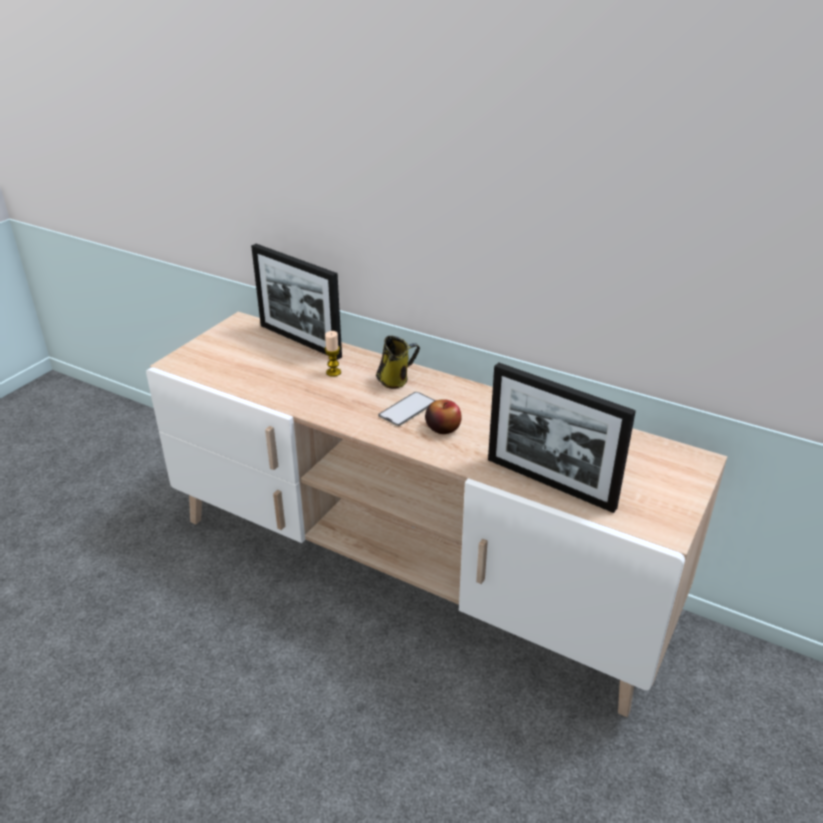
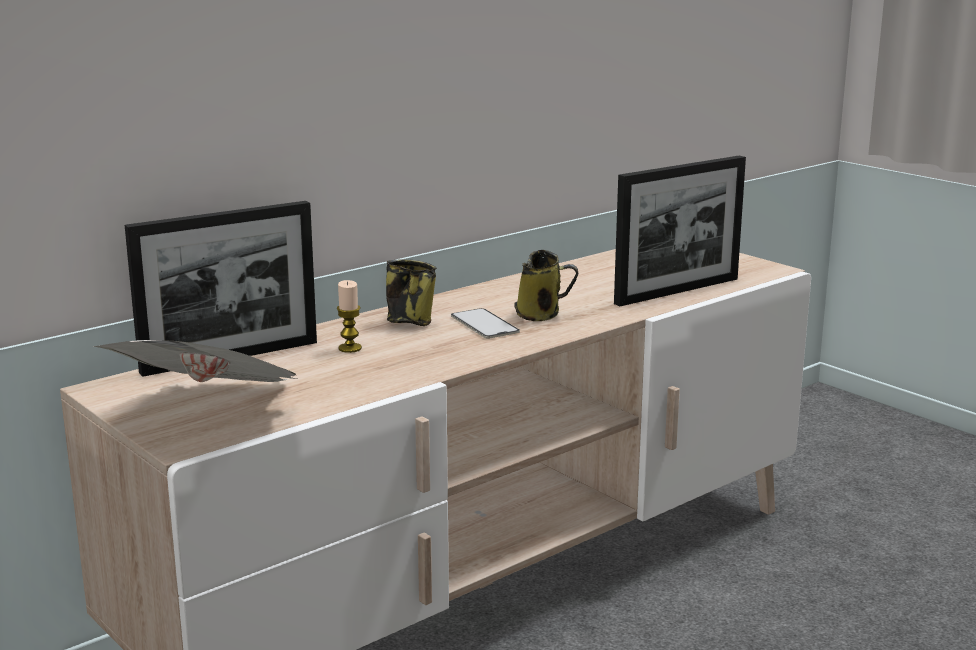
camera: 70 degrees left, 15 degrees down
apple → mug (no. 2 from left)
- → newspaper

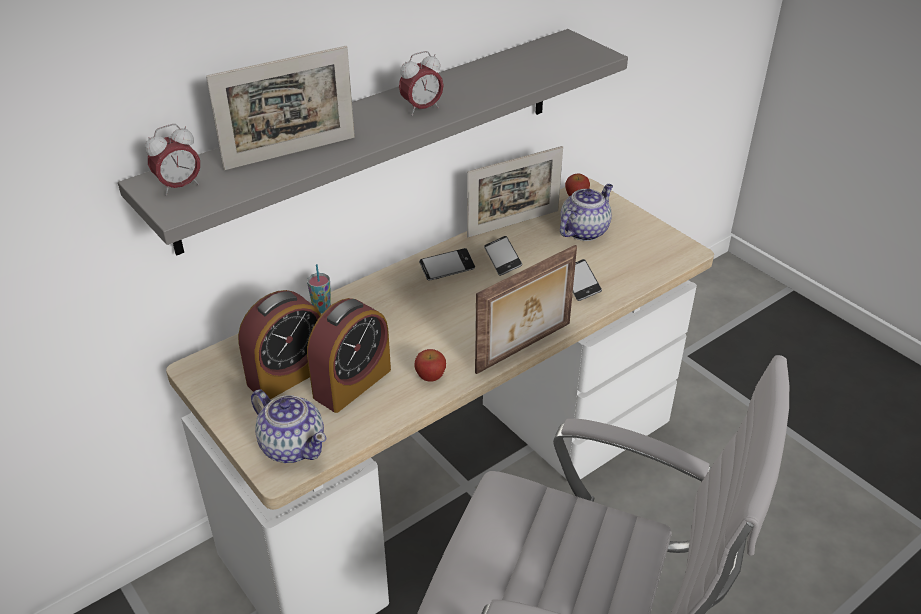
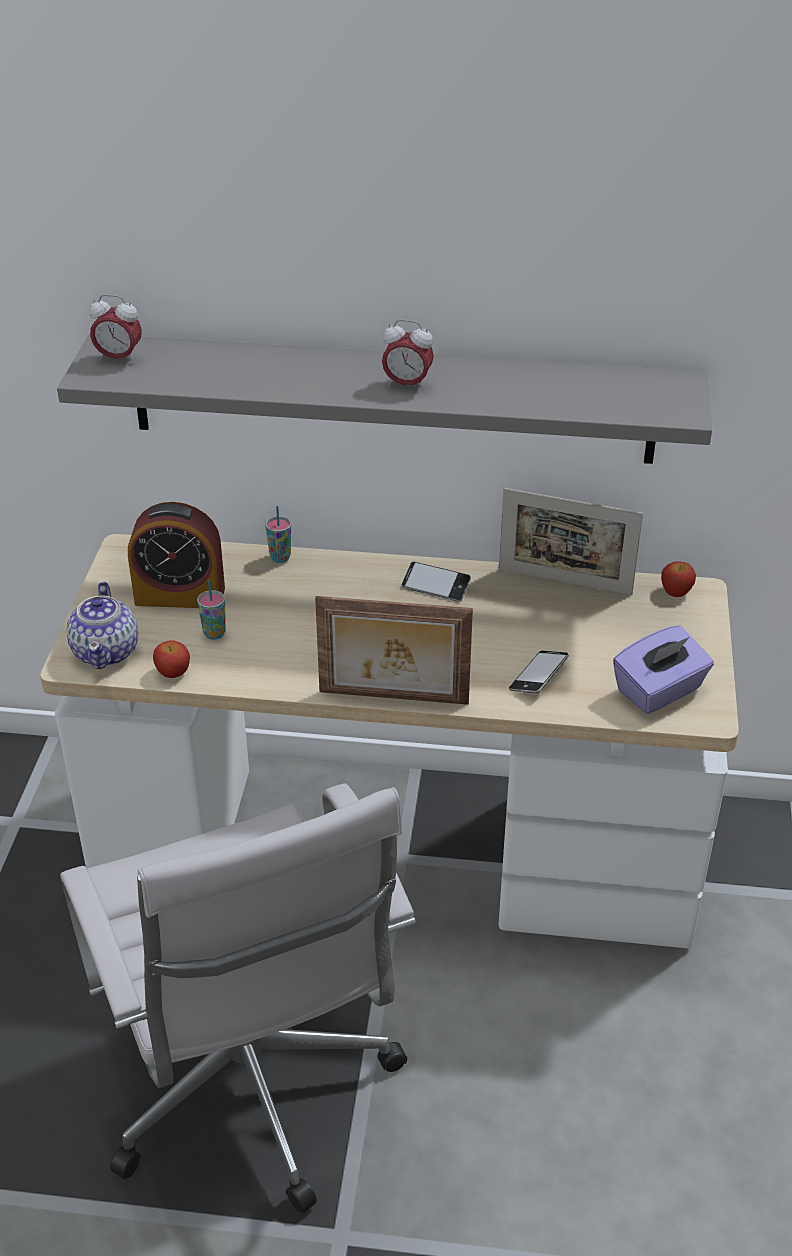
camera: 45 degrees right, 0 degrees up
picture frame (no. 1 from left) → -
teapot (no. 2 from left) → -
phone (no. 2 from left) → -
alarm clock (no. 3 from left) → cup (no. 1 from left)
apple (no. 1 from left), relocated
- → tissue box in purple

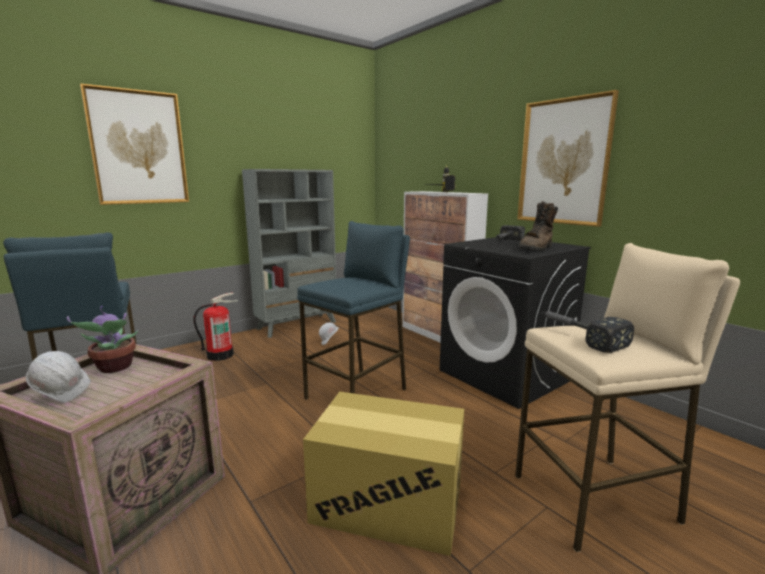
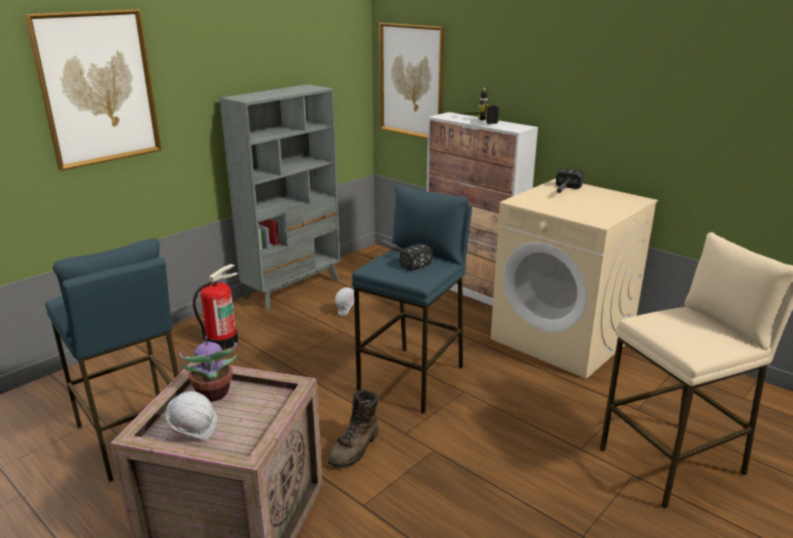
camera: 10 degrees left, 10 degrees up
picture (no. 2 from left), relocated
boot in brown, relocated
washing machine in black → washing machine in beige
hammer (no. 2 from left in the first image) → hammer (no. 1 from left), relocated
cardboard box → -

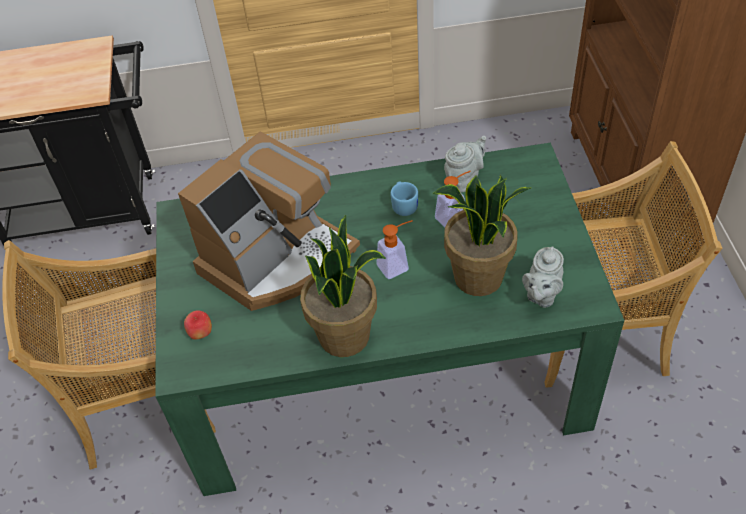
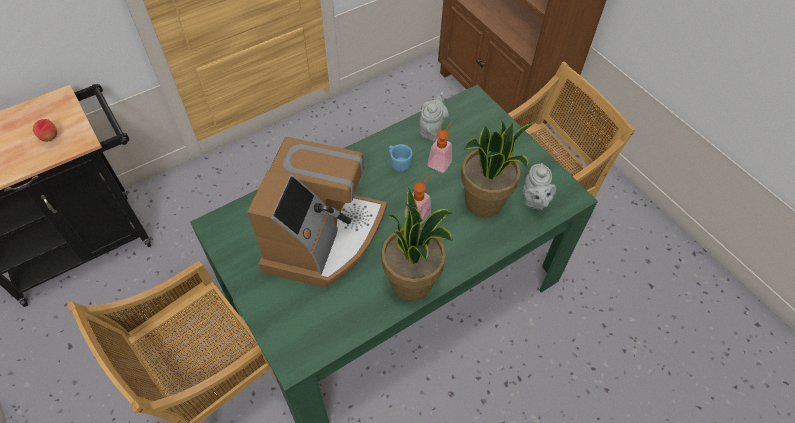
camera: 30 degrees left, 5 degrees up
apple, relocated

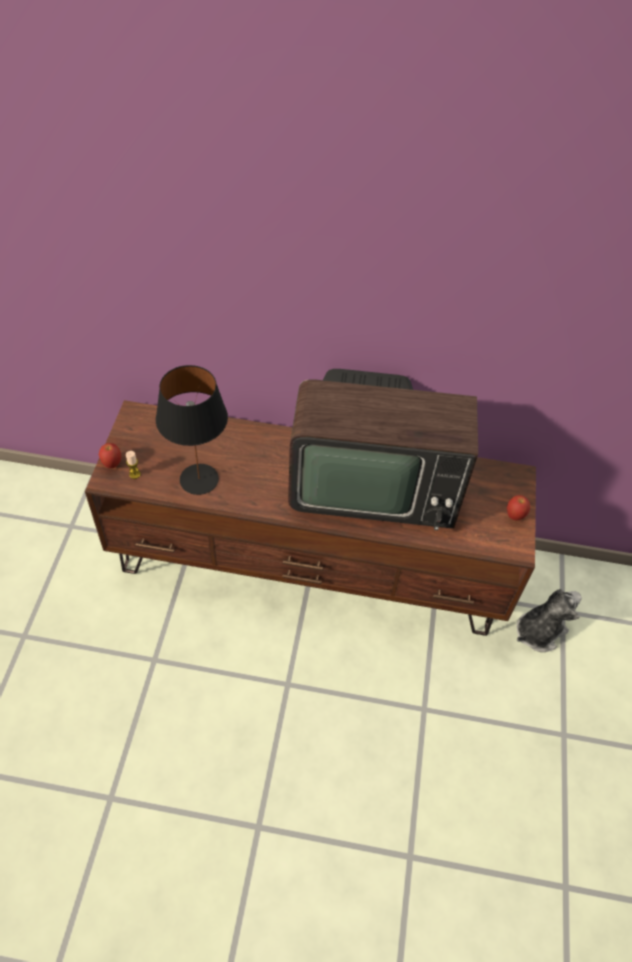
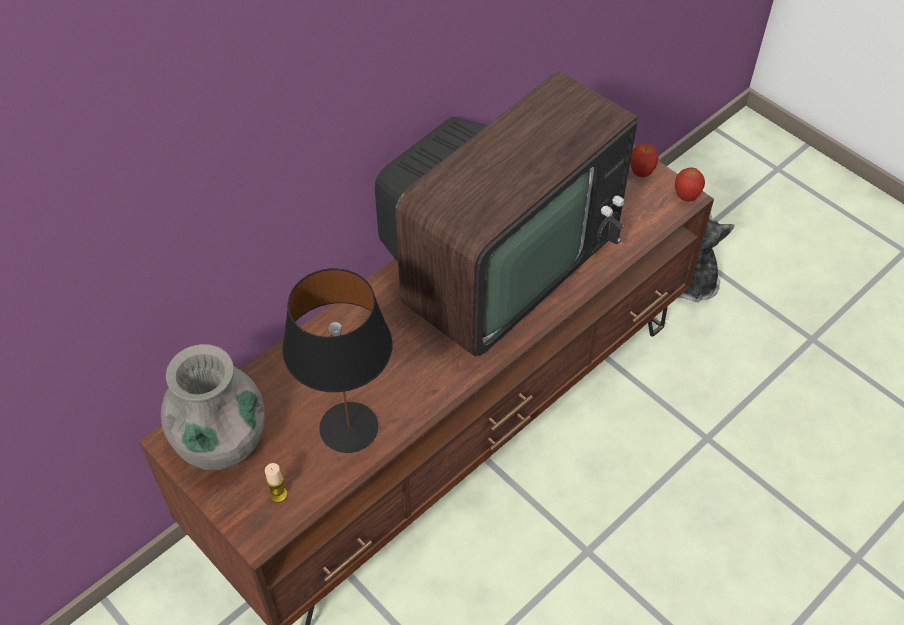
camera: 50 degrees left, 0 degrees up
apple (no. 1 from left in the first image) → apple (no. 2 from left), relocated
- → vase in grey

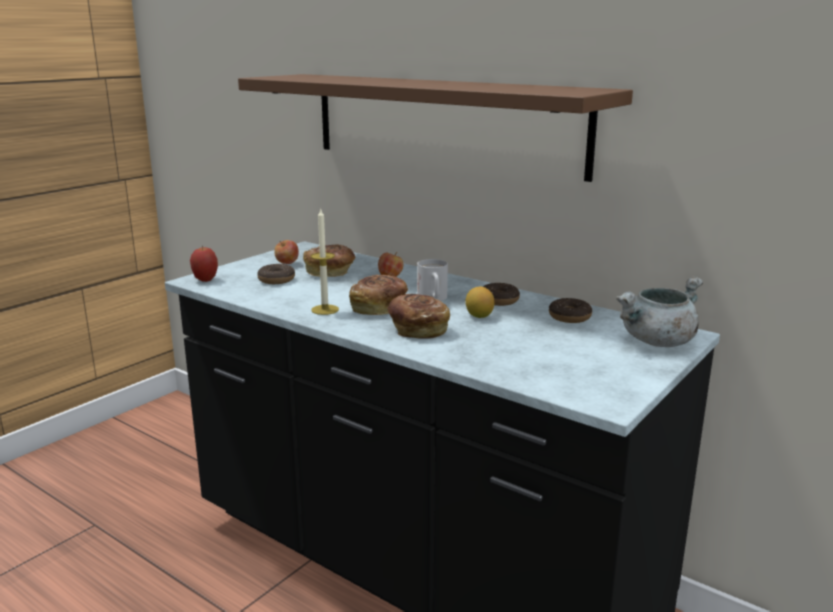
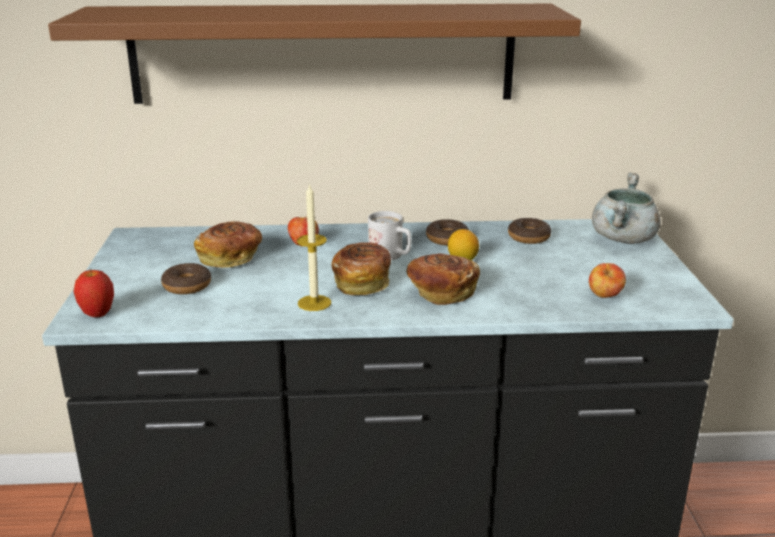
camera: 40 degrees left, 5 degrees up
apple (no. 2 from left in the first image) → apple (no. 3 from left), relocated

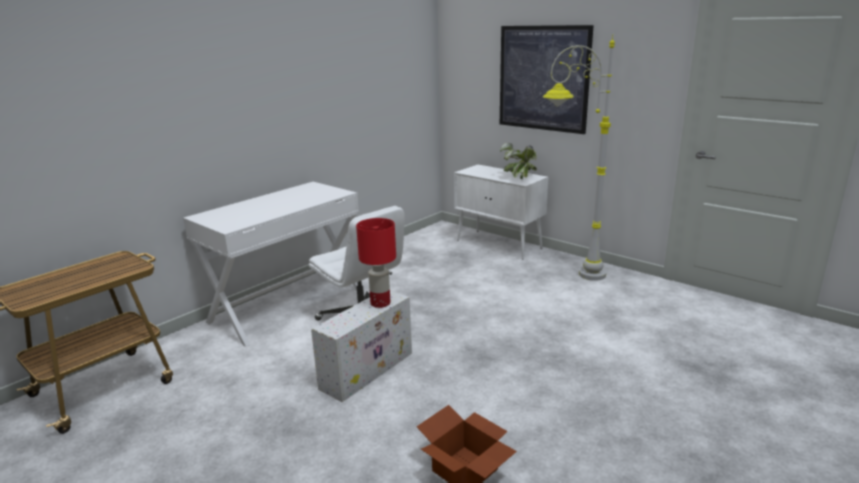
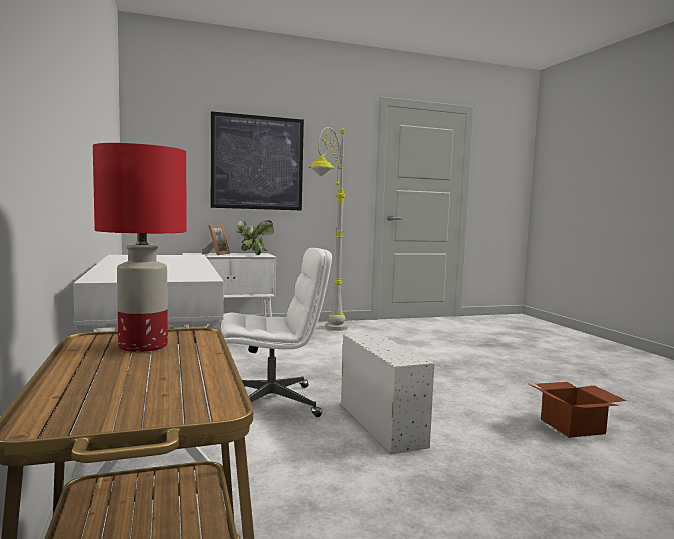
camera: 60 degrees left, 15 degrees down
table lamp in red, relocated
- → picture frame

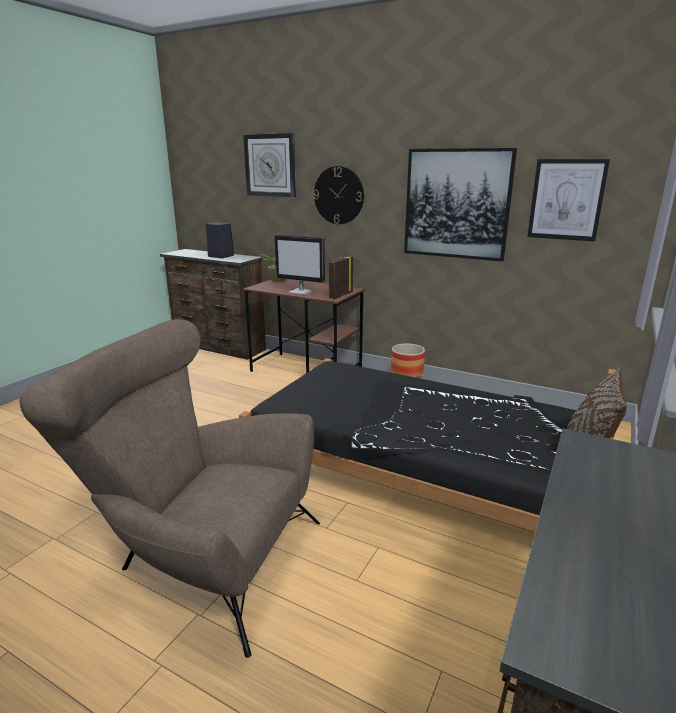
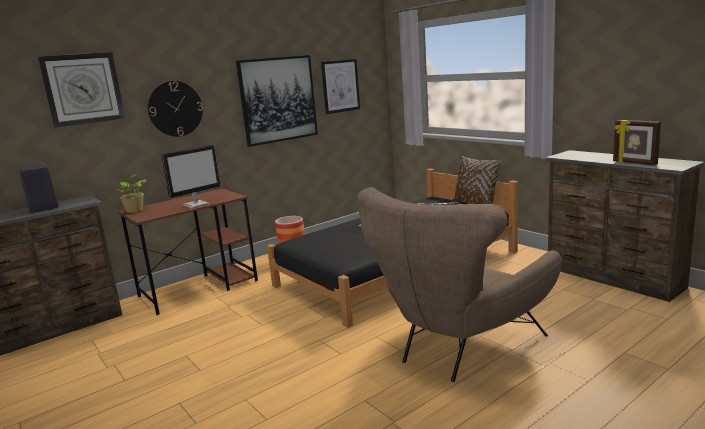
camera: 65 degrees left, 5 degrees down
picture frame, relocated

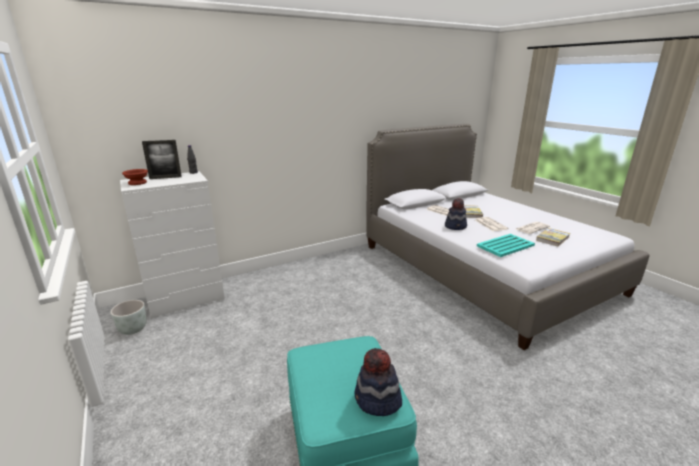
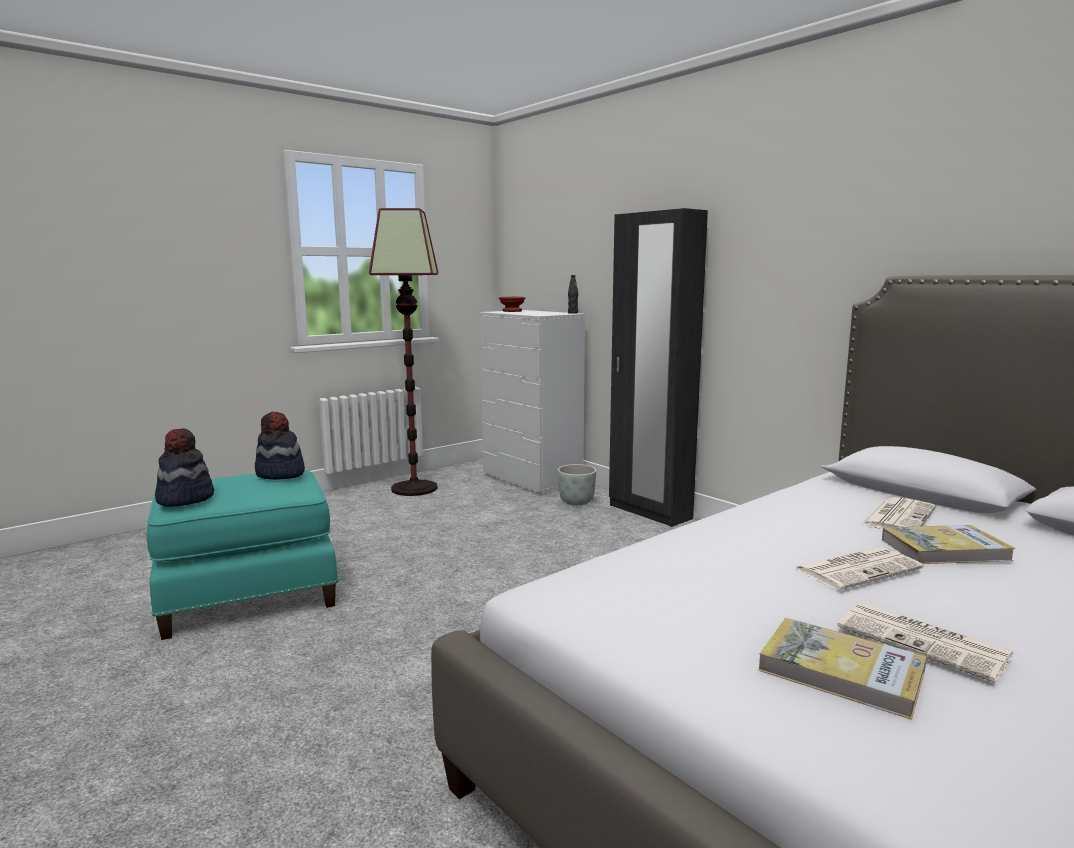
camera: 80 degrees right, 10 degrees down
picture frame → -
hat (no. 2 from left), relocated
tray in turquoise → -
planter in grey, relocated
- → floor lamp
- → wardrobe in black

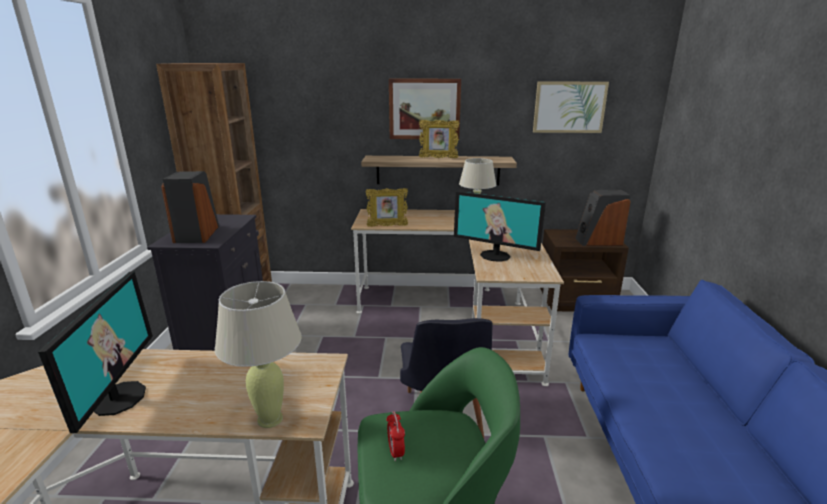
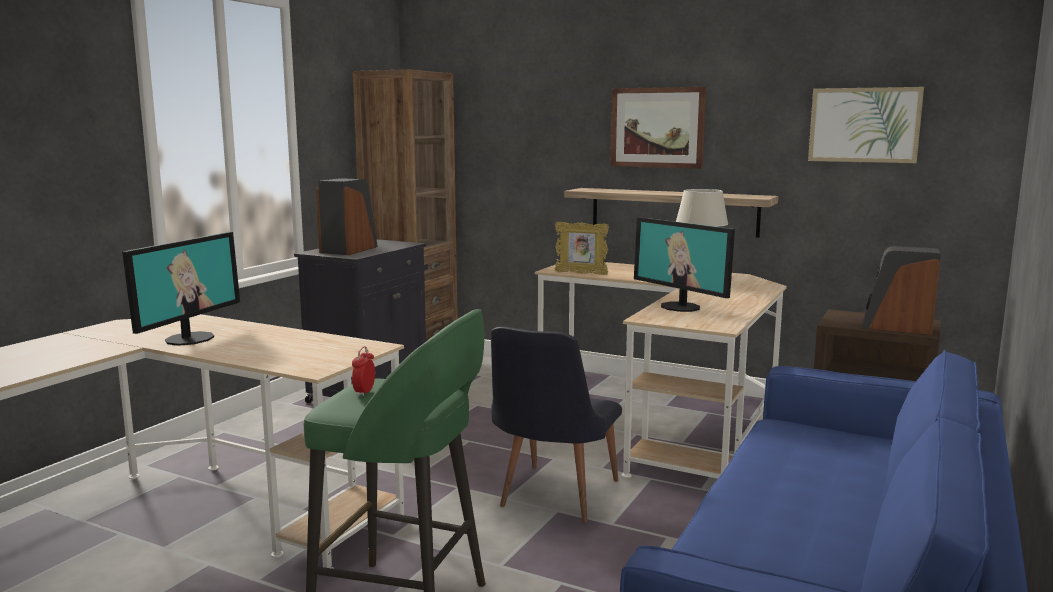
camera: 25 degrees right, 10 degrees down
picture frame (no. 2 from left) → -
table lamp in beige (no. 1 from left) → -

